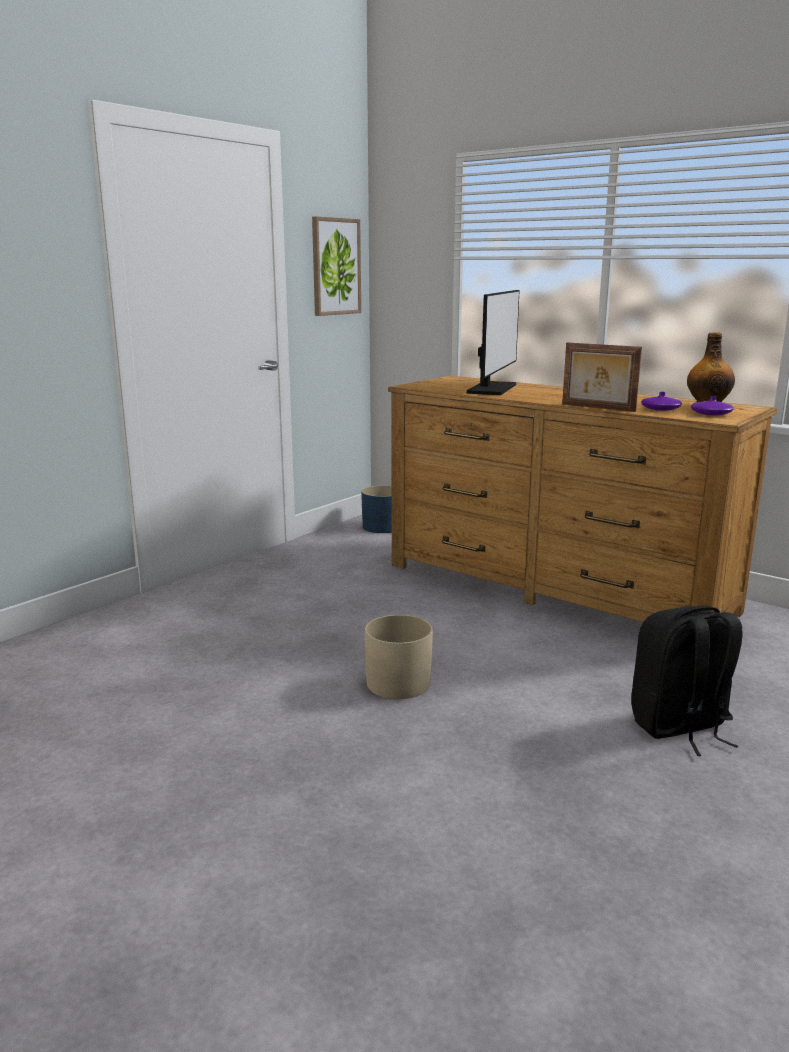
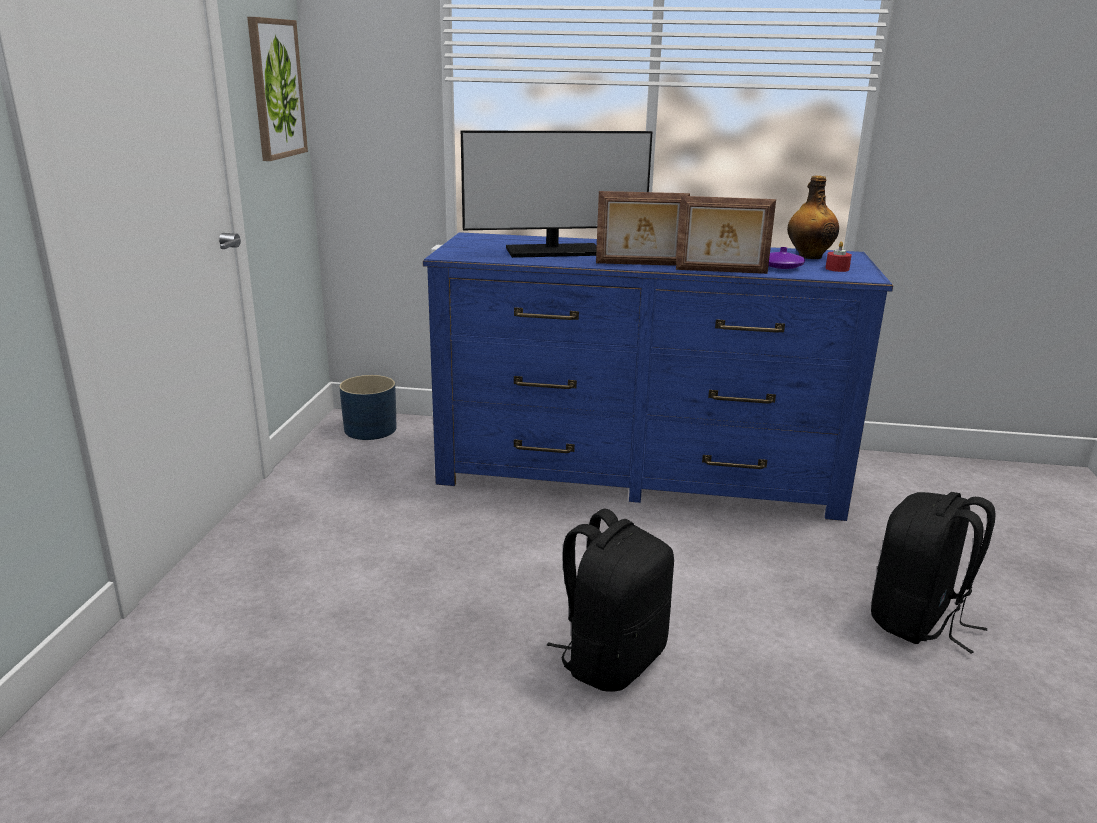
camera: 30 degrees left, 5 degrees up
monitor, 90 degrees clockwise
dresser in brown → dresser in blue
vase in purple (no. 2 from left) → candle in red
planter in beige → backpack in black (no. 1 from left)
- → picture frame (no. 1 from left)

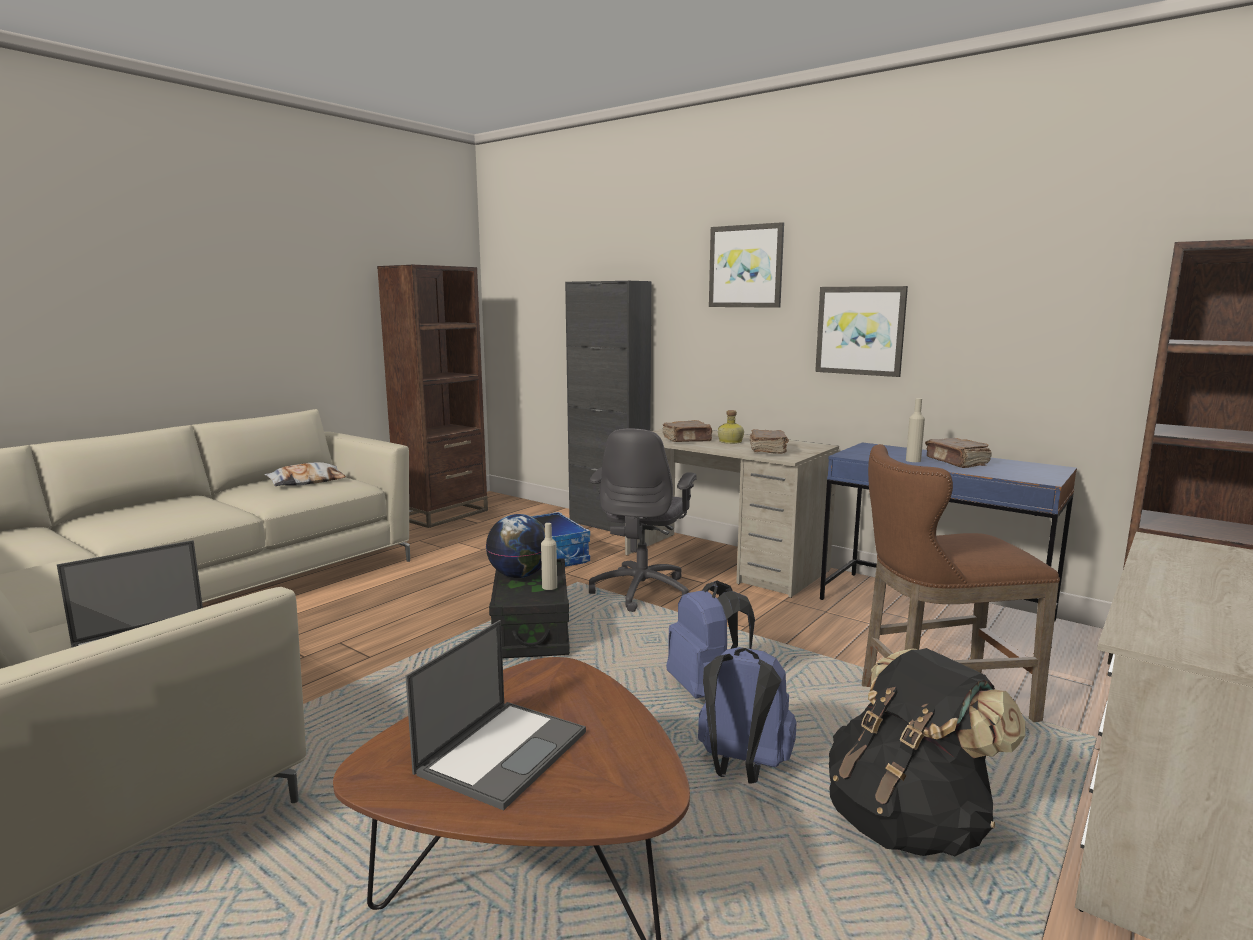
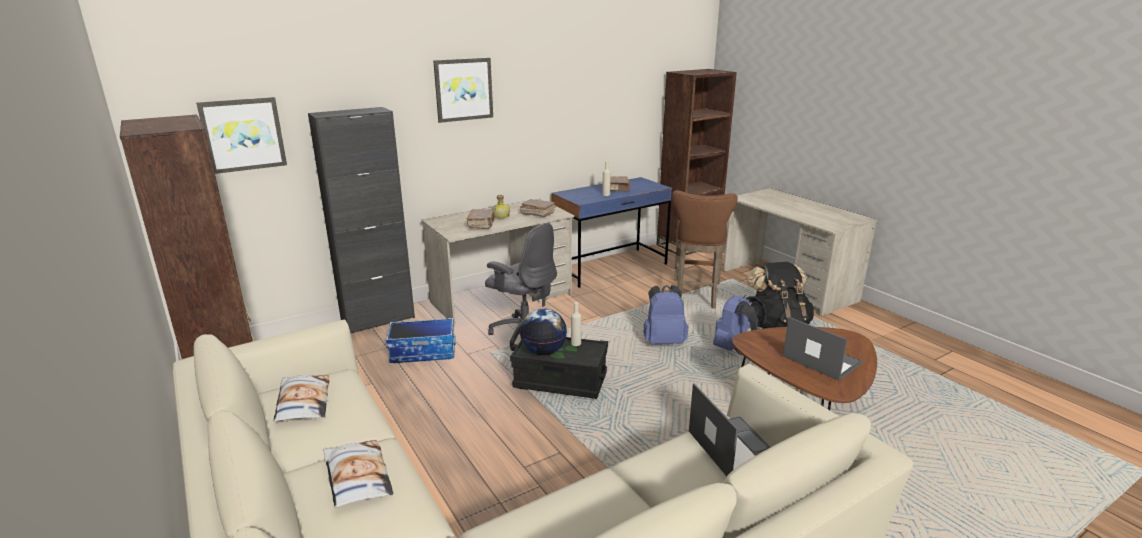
camera: 70 degrees left, 10 degrees up
picture (no. 2 from left in the first image) → picture (no. 1 from left), relocated
- → pillow (no. 2 from left)

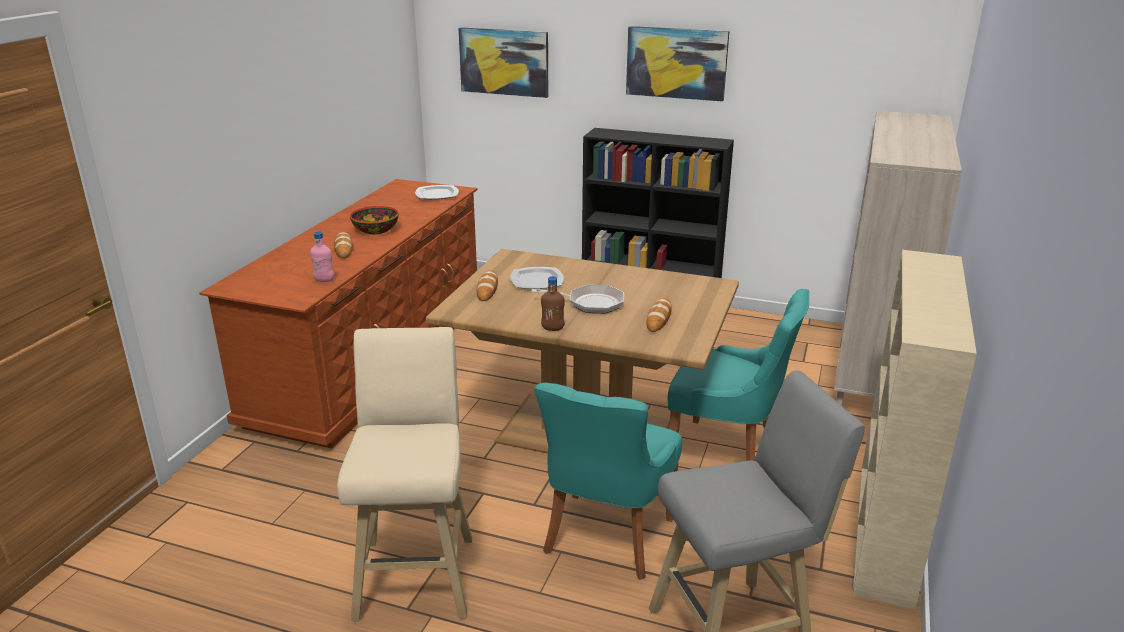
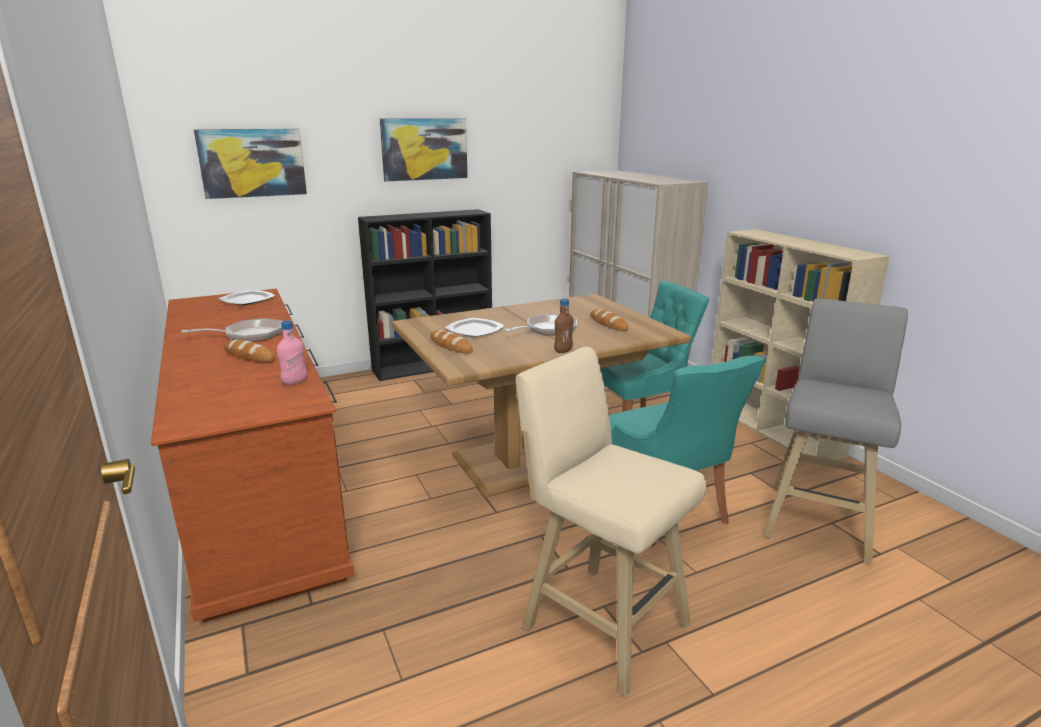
camera: 45 degrees left, 5 degrees down
bowl → frying pan (no. 1 from left)

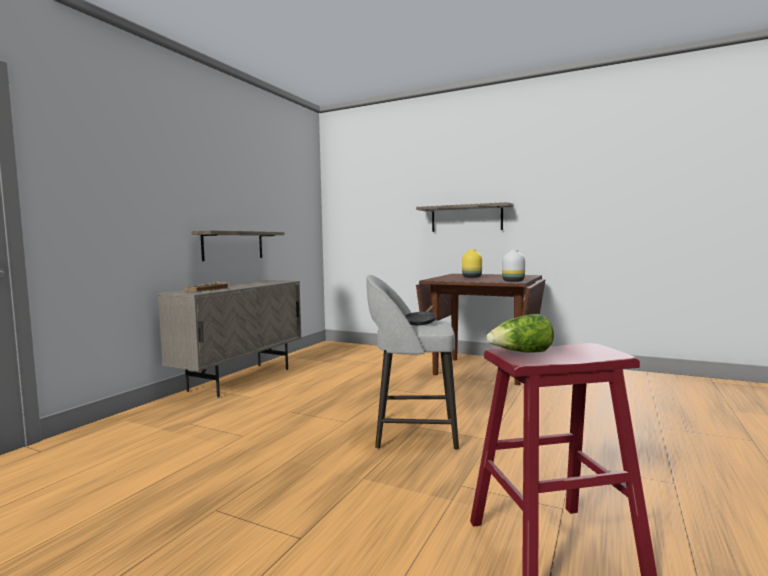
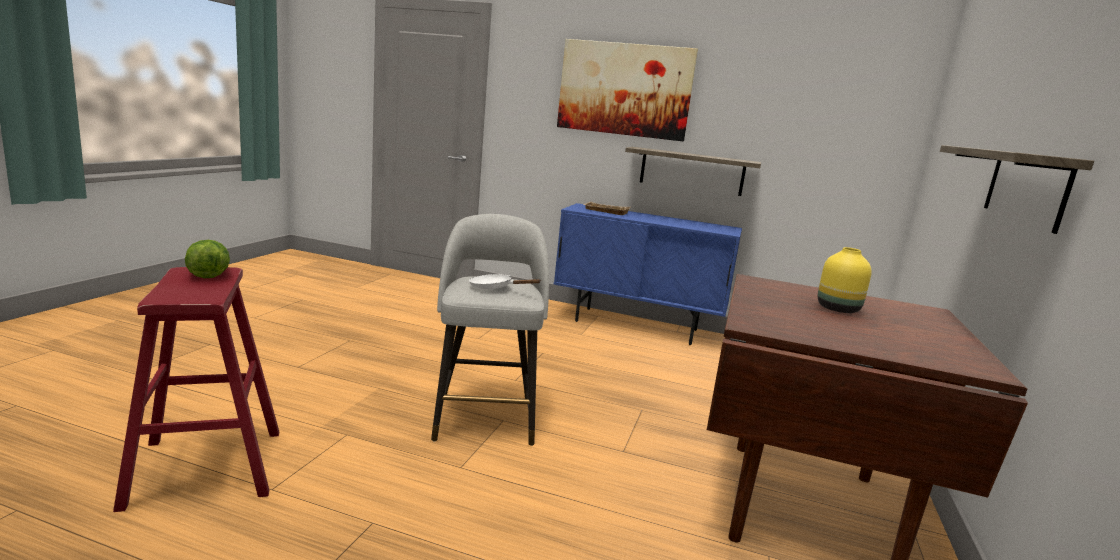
camera: 80 degrees right, 10 degrees up
vase in white → -
cabinet in beige → cabinet in blue
frying pan in black → frying pan in white
- → picture

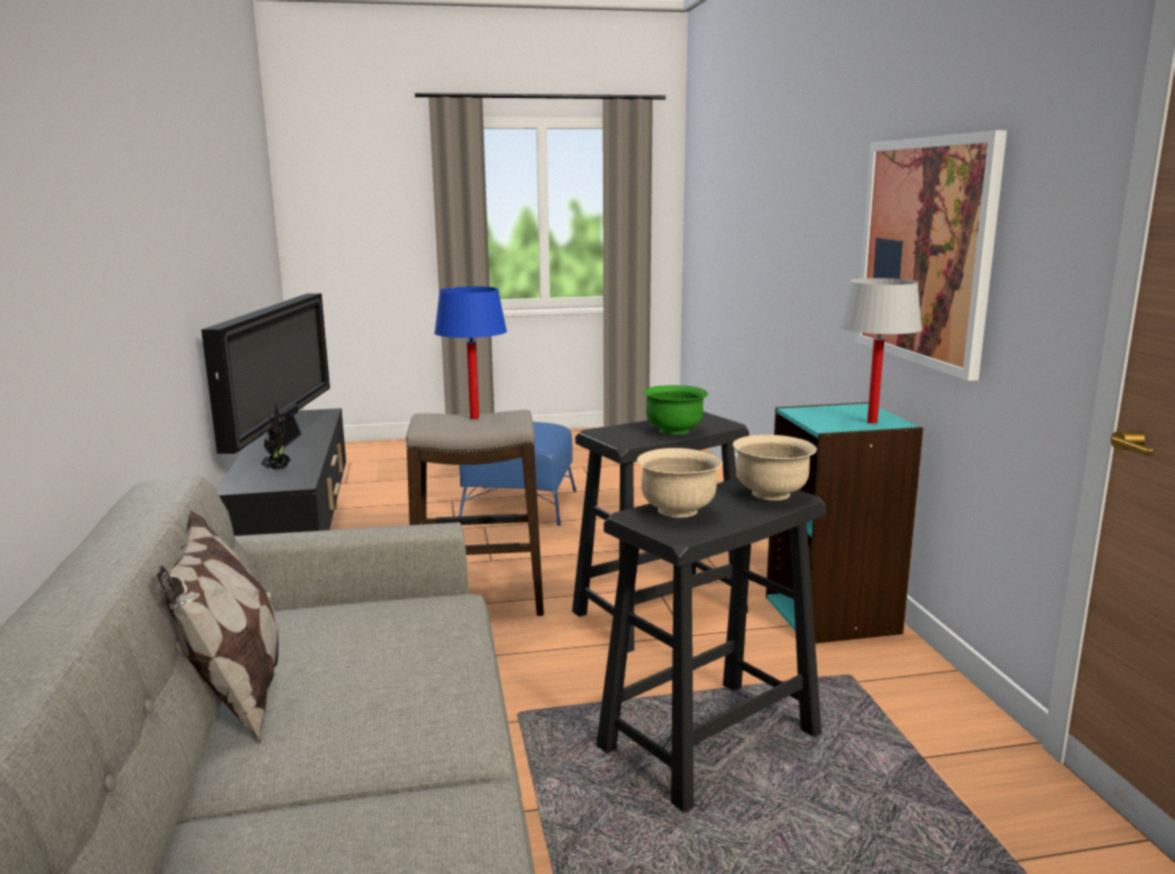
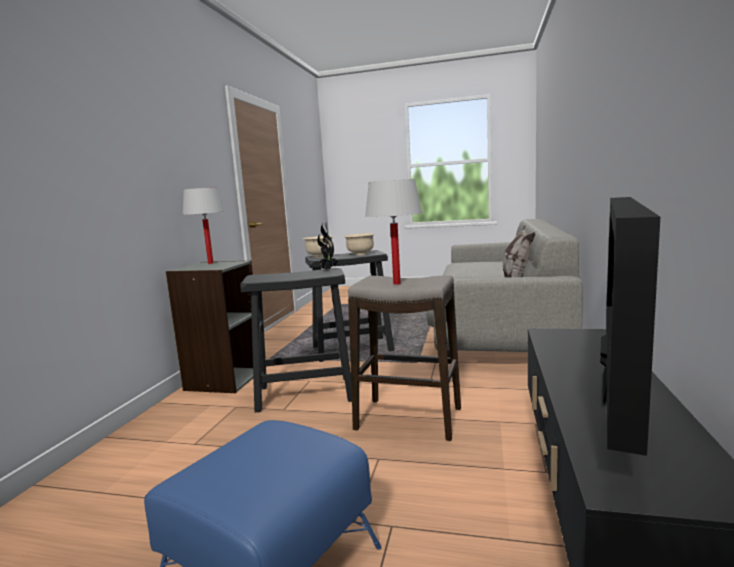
camera: 155 degrees left, 5 degrees down
picture → -
table lamp in blue → table lamp in white (no. 2 from left)
bowl in green → -
potted plant, relocated
bookcase in turquoise → bookcase in grey

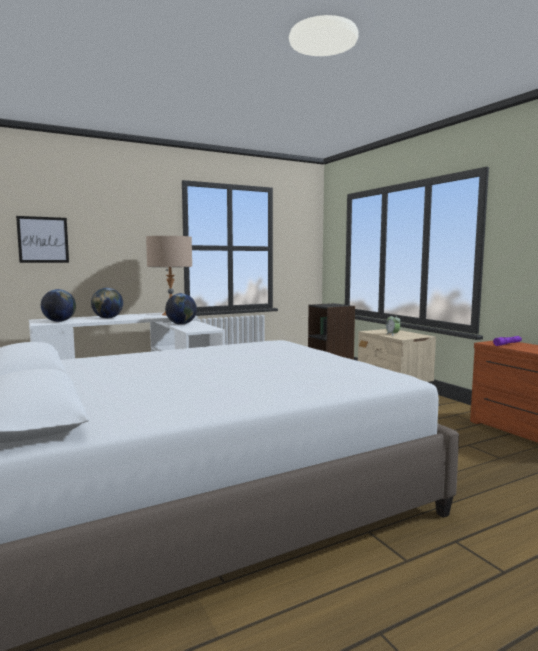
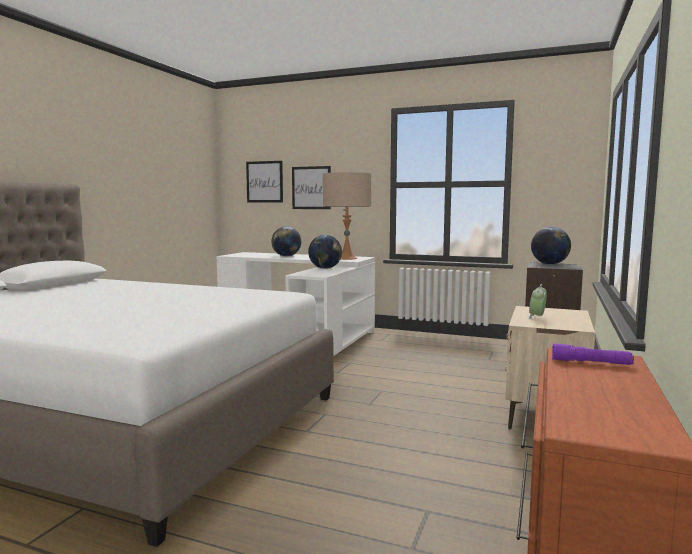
camera: 50 degrees right, 0 degrees up
globe (no. 1 from left in the first image) → globe (no. 3 from left), relocated
- → picture (no. 2 from left)

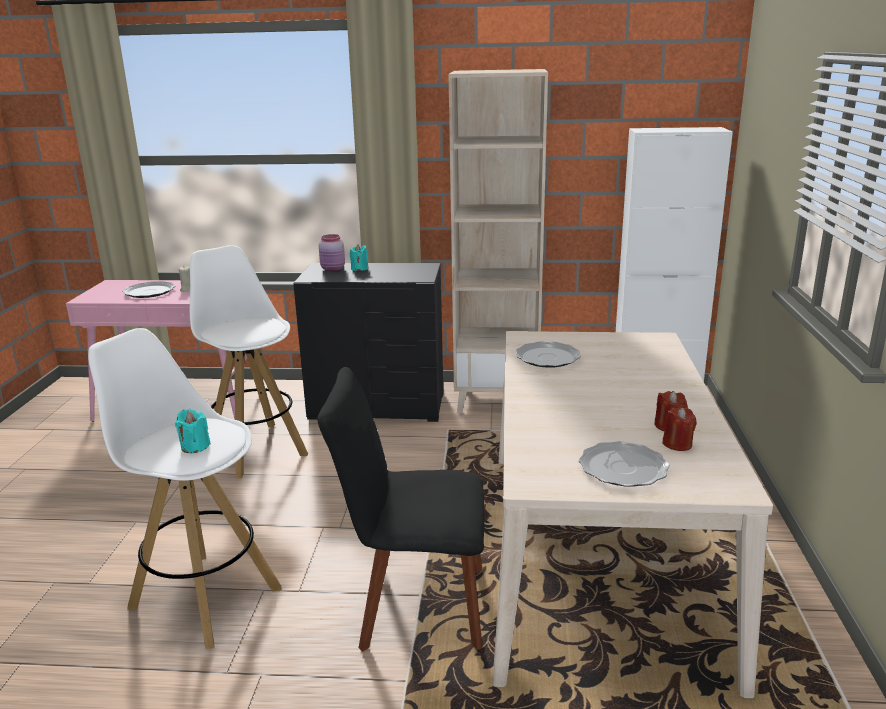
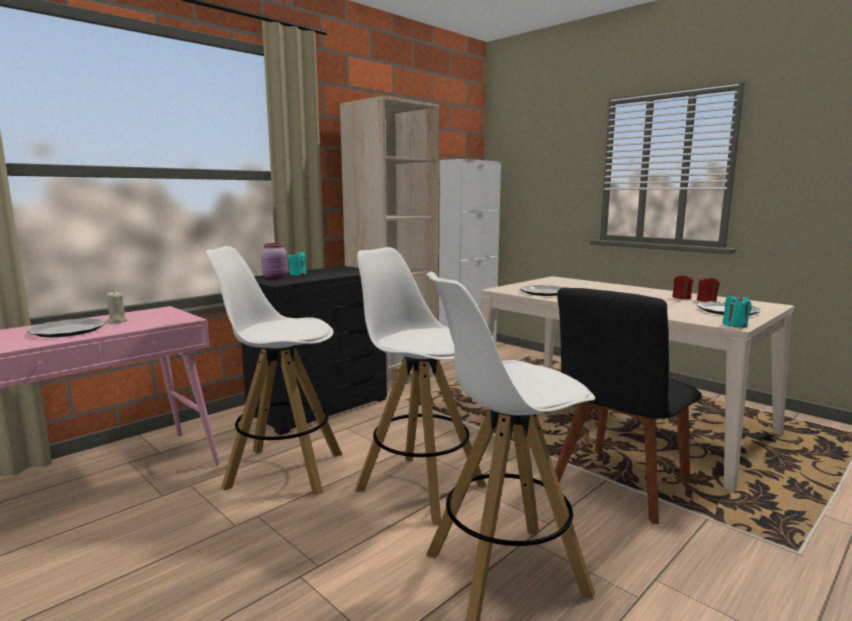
camera: 50 degrees left, 10 degrees down
candle in turquoise (no. 1 from left in the first image) → candle in turquoise (no. 2 from left), relocated
- → stool in white (no. 2 from left)

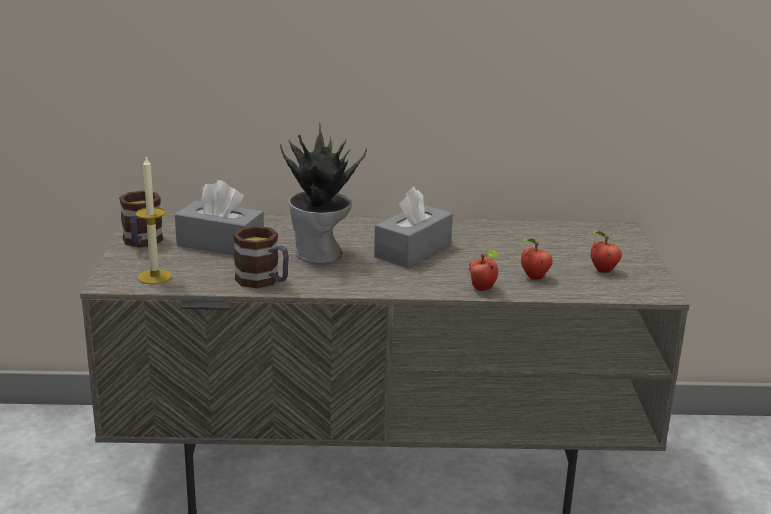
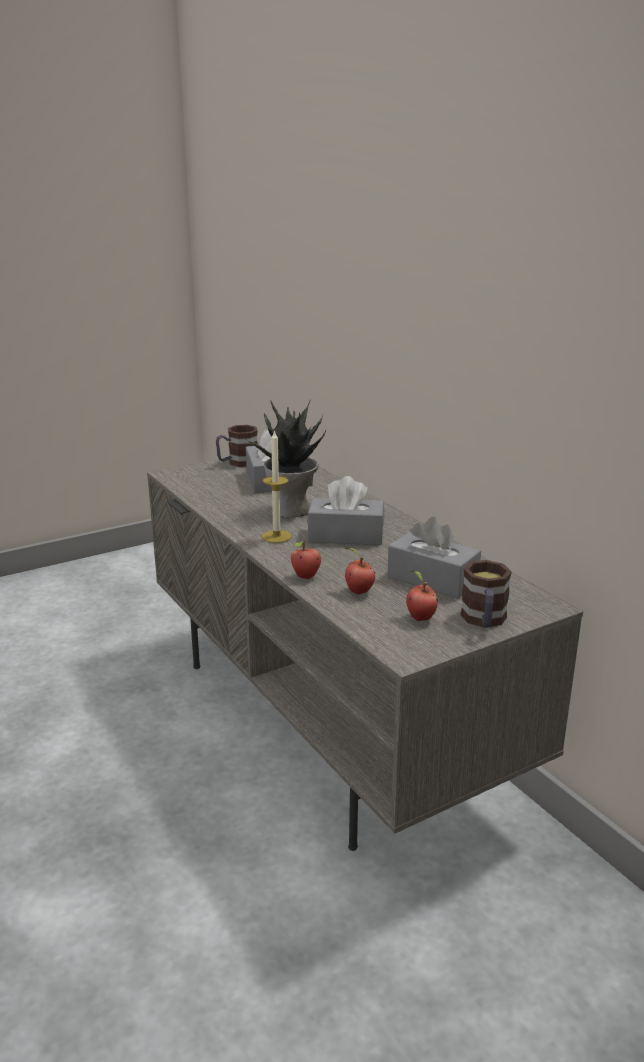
camera: 60 degrees right, 0 degrees up
candle, relocated
mug (no. 2 from left), relocated
- → tissue box in grey (no. 3 from left)

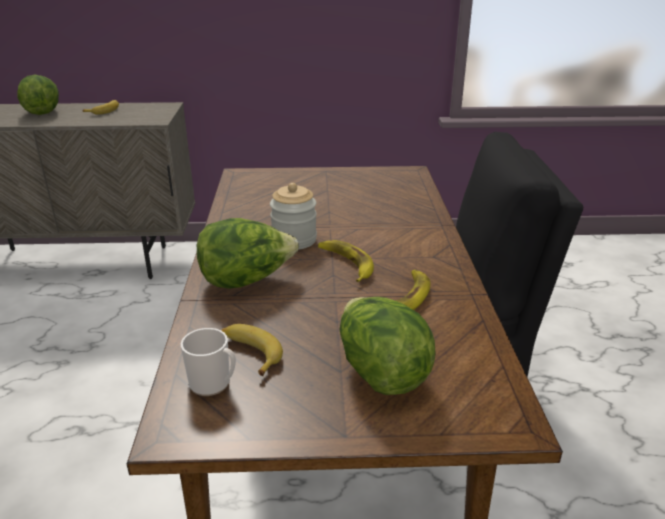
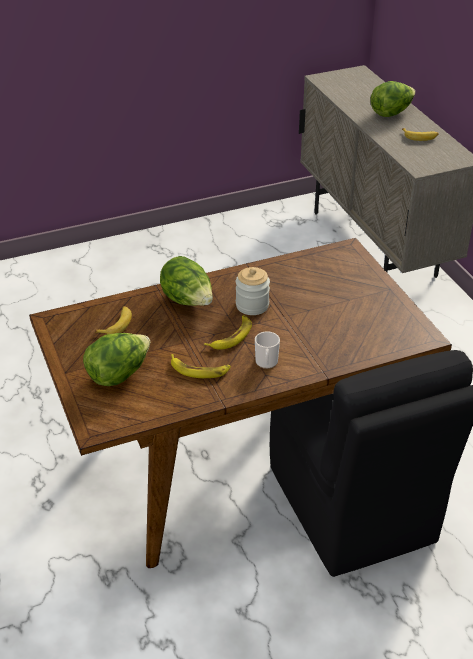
camera: 70 degrees right, 10 degrees up
mug, relocated

